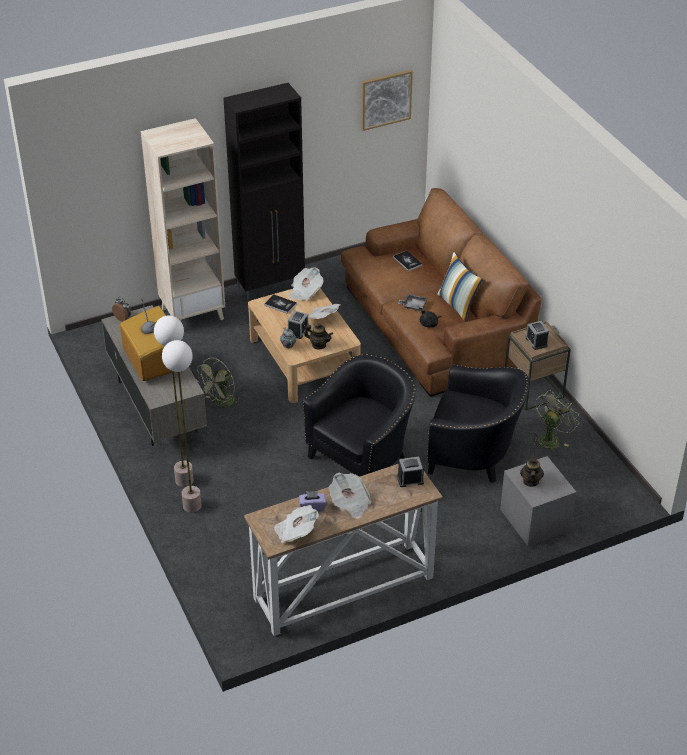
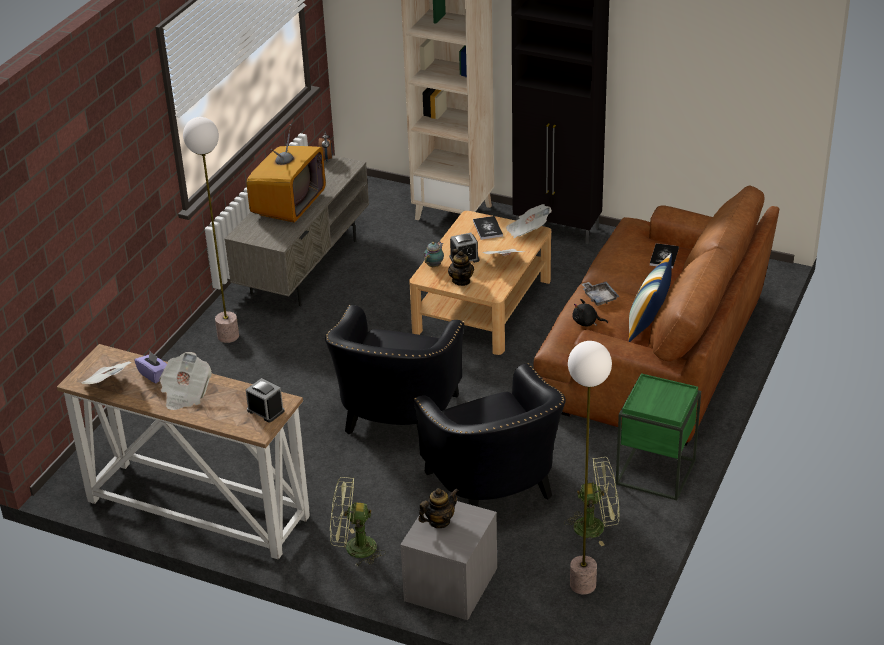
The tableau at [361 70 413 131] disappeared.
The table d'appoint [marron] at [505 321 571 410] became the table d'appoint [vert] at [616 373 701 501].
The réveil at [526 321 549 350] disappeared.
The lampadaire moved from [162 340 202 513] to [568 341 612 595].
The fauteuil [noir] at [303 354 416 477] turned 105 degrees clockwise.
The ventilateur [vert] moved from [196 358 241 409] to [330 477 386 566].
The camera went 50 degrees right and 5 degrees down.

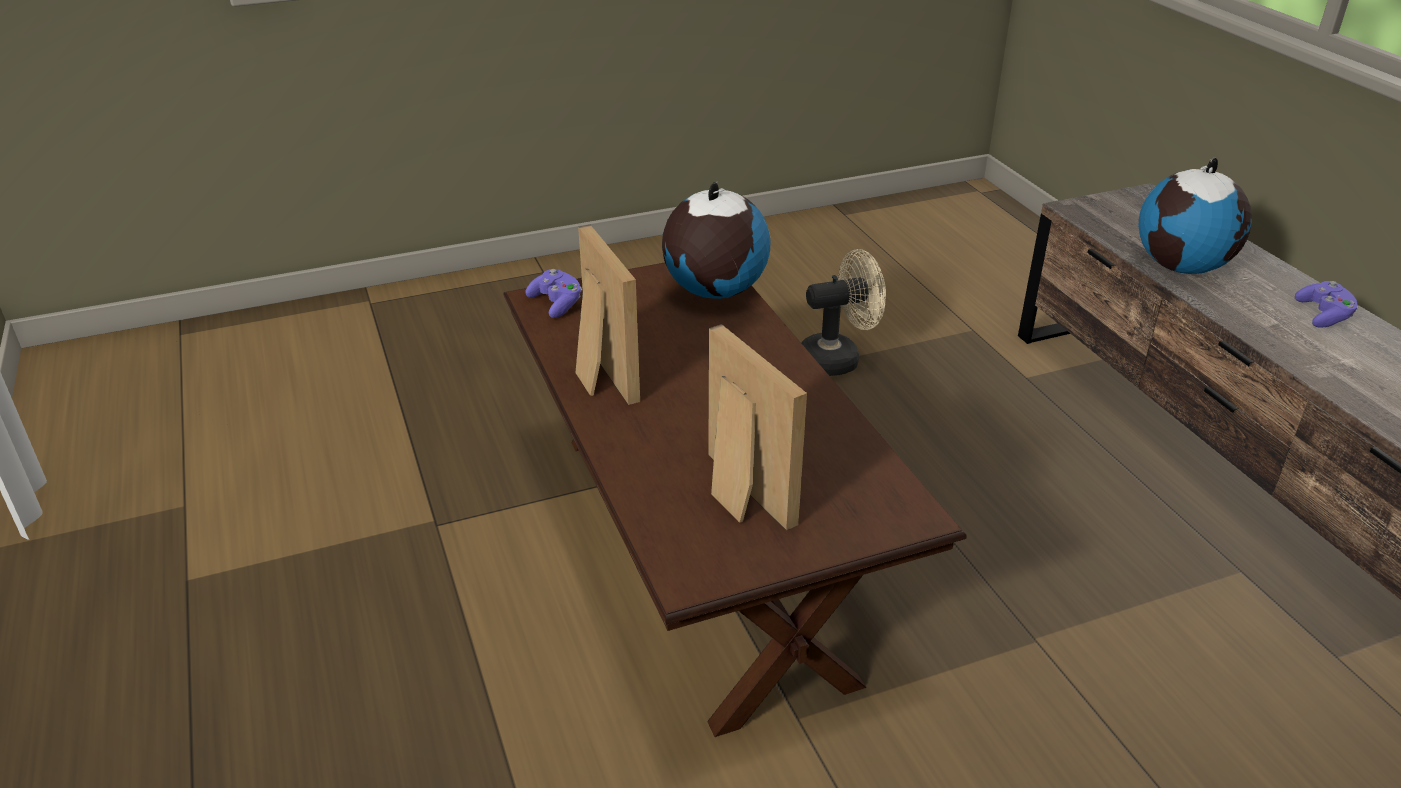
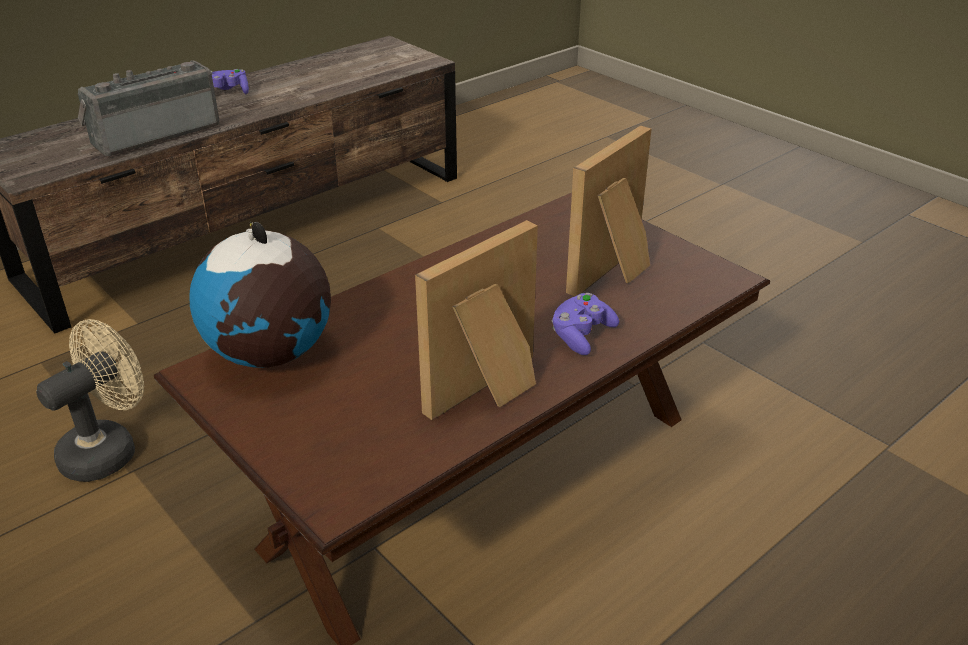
The globe at [1139 158 1252 274] was replaced by the radio at [78 60 220 156].
The ventilateur [beige] at [801 249 886 376] turned 75 degrees clockwise.
The manette [violet] moved from [525 269 582 318] to [551 293 619 355].
The camera went 110 degrees left and 0 degrees up.

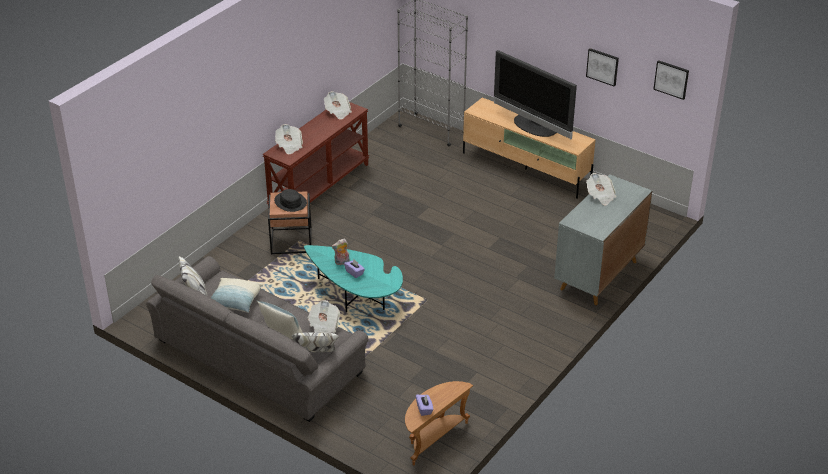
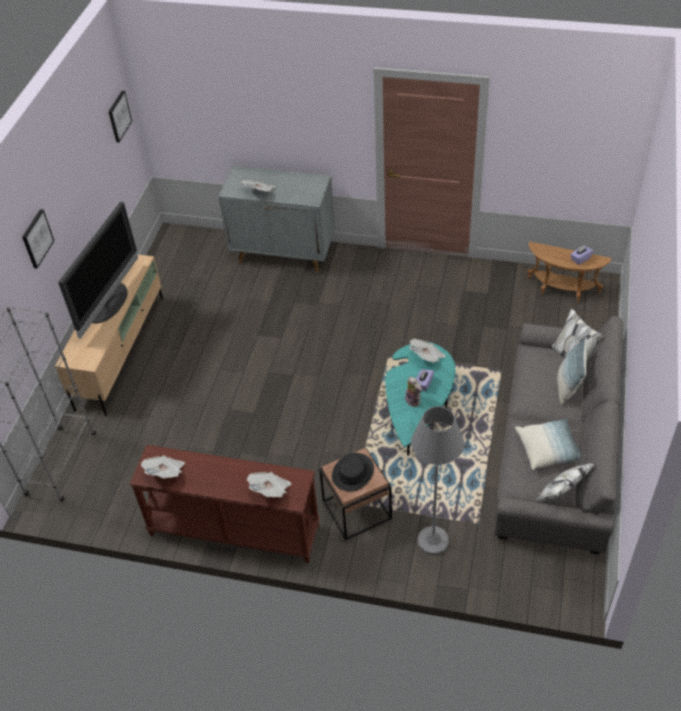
The tableau moved from [586 48 619 87] to [22 209 54 269].
The journal moved from [308 300 340 333] to [409 339 446 363].
The lampadaire [gris] at [411 406 464 555] appeared.
The camera went 110 degrees left and 10 degrees up.

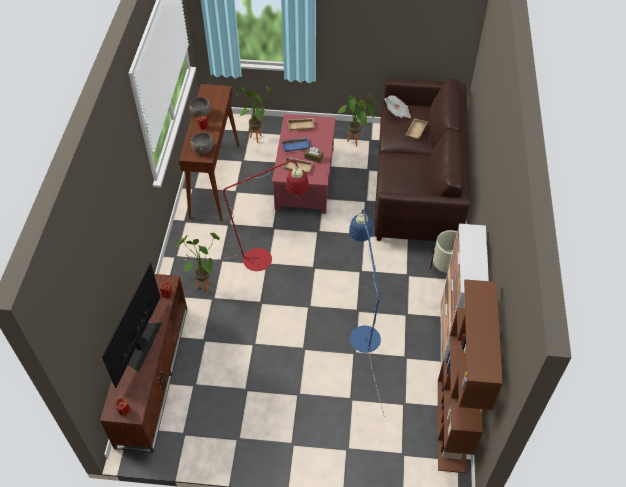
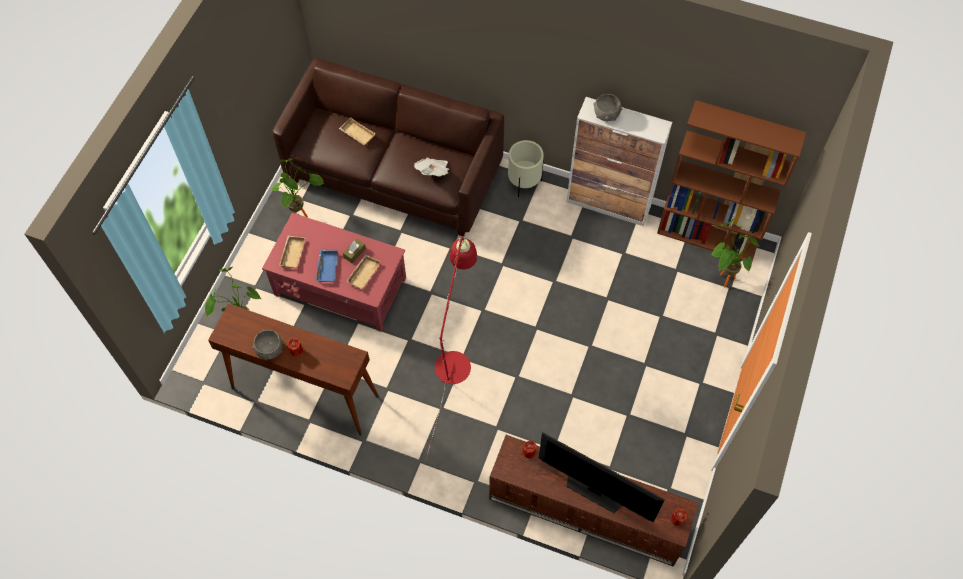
The journal moved from [385 95 411 118] to [414 158 449 176].
The bol [gris] moved from [190 132 214 154] to [593 94 622 121].
The lampadaire [bleu] at [349 209 385 418] disappeared.
The plante en pot moved from [176 232 220 294] to [711 219 759 287].
The camera went 75 degrees left and 10 degrees up.

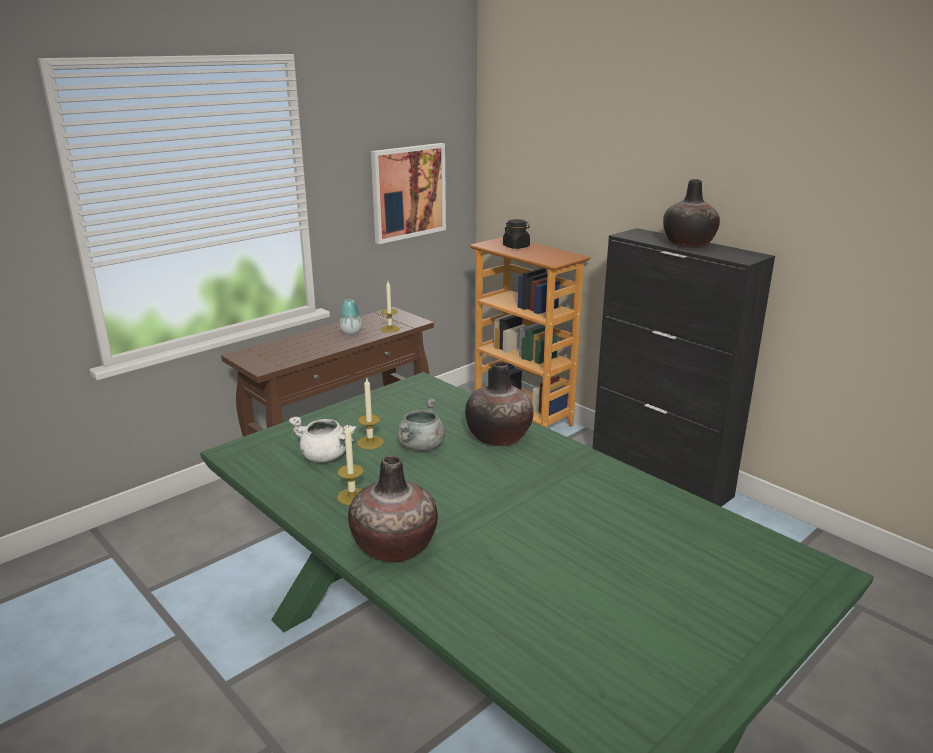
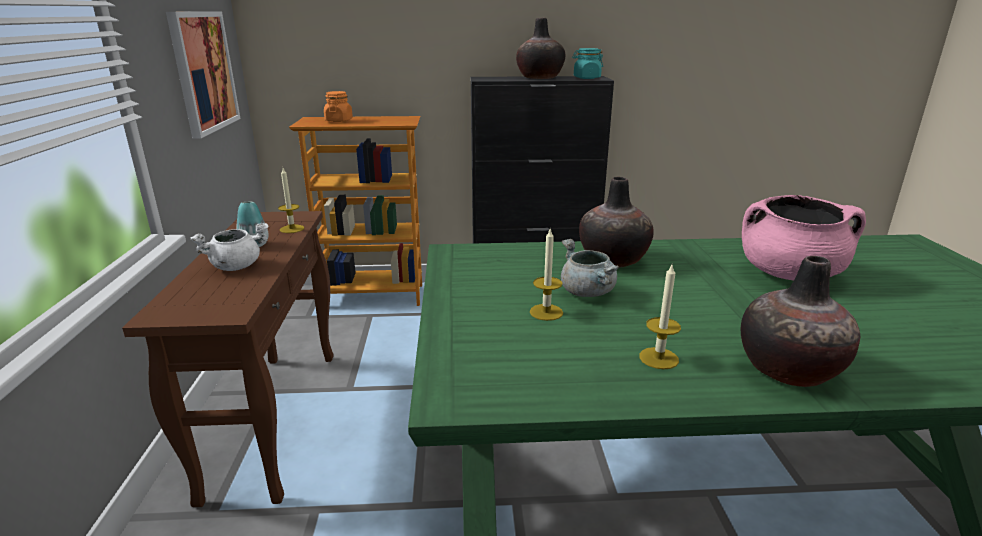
The bocal [noir] at [503 219 530 249] became the bocal [orange] at [324 91 353 122].
The marmite [blanc] moved from [288 416 356 462] to [191 223 269 271].
The bocal [turquoise] at [572 48 603 79] appeared.
The marmite [rose] at [742 195 866 281] appeared.
The camera went 50 degrees left and 0 degrees up.

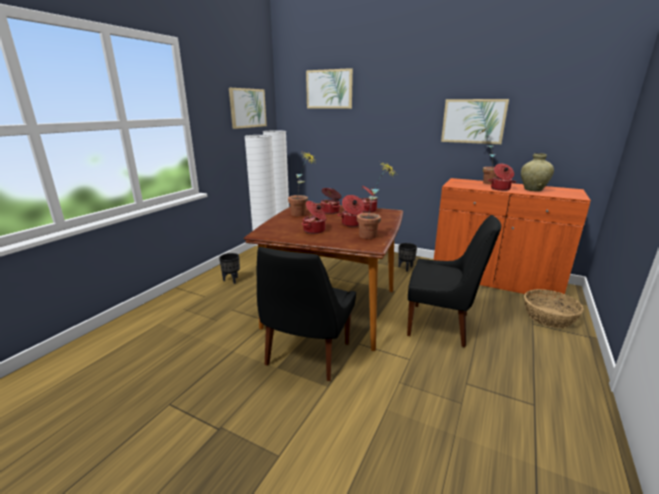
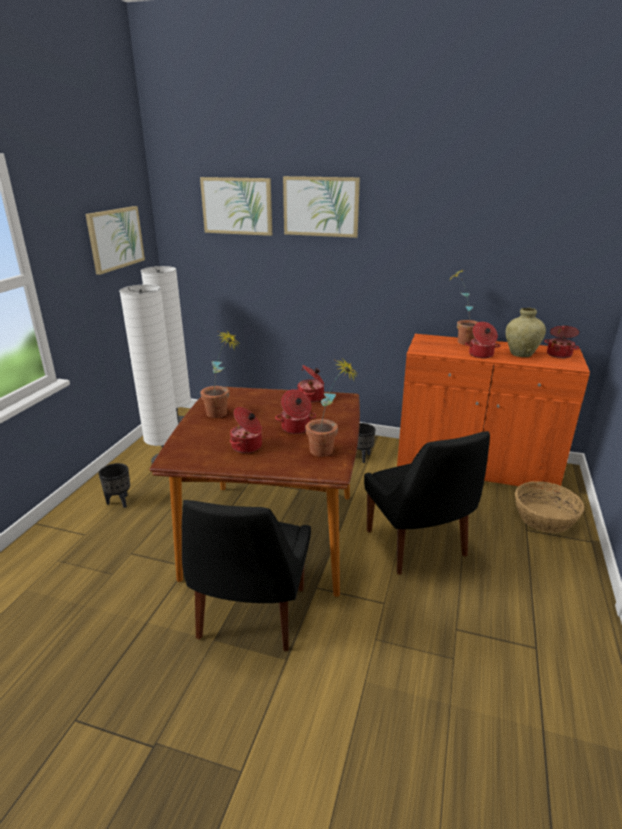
The tableau moved from [441 99 509 144] to [283 176 360 238].
The marmite moved from [321 188 341 214] to [544 325 579 358].
The chaise [noir] at [407 215 501 348] turned 60 degrees clockwise.
The camera went 10 degrees left and 5 degrees up.

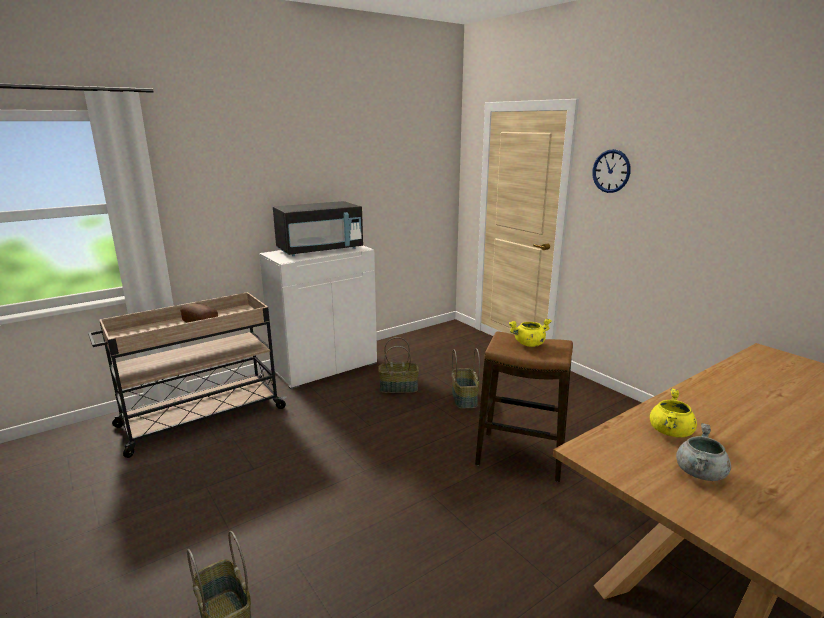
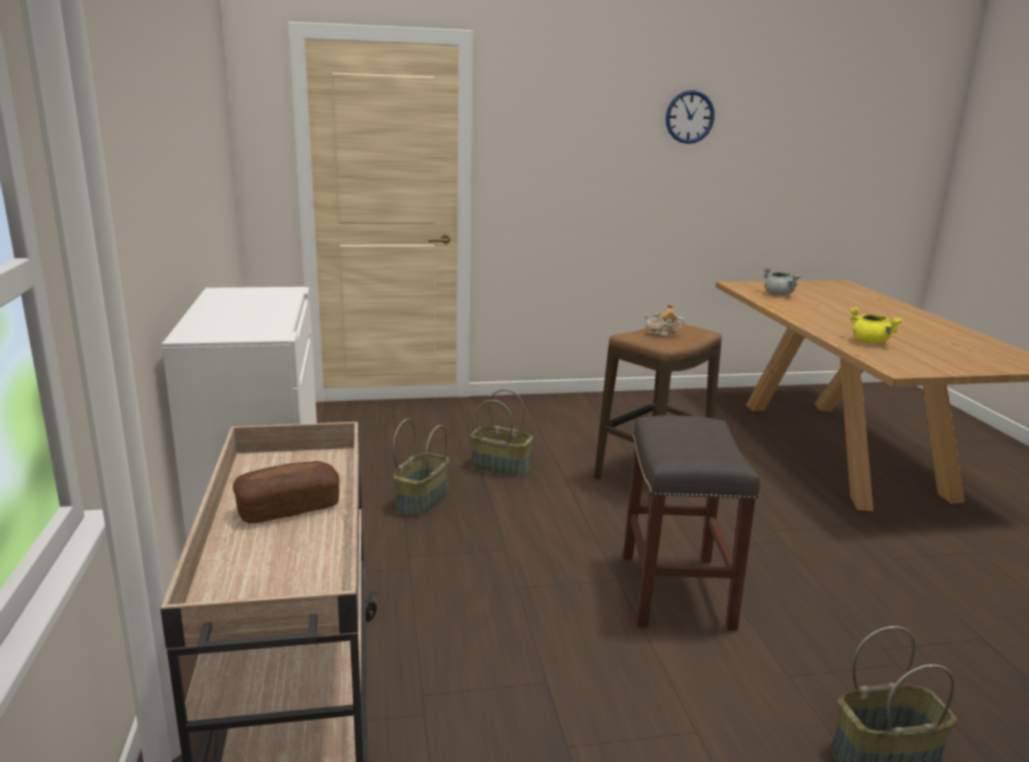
The horloge murale moved from [592 149 631 193] to [666 90 715 144].
The micro-ondes [noir] at [273 201 363 256] disappeared.
The marmite [jaune] at [509 319 552 347] was replaced by the théière at [644 303 684 337].
The marmite [gris] moved from [676 423 731 481] to [763 267 801 296].
The tabouret [gris] at [623 415 760 631] appeared.
The camera went 65 degrees left and 0 degrees up.

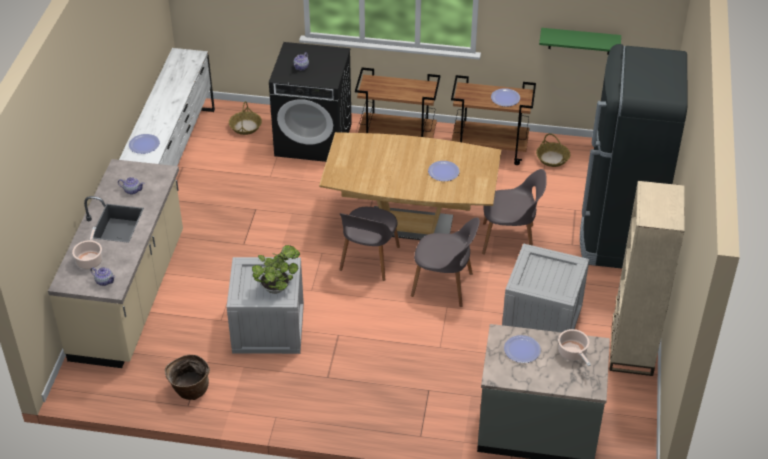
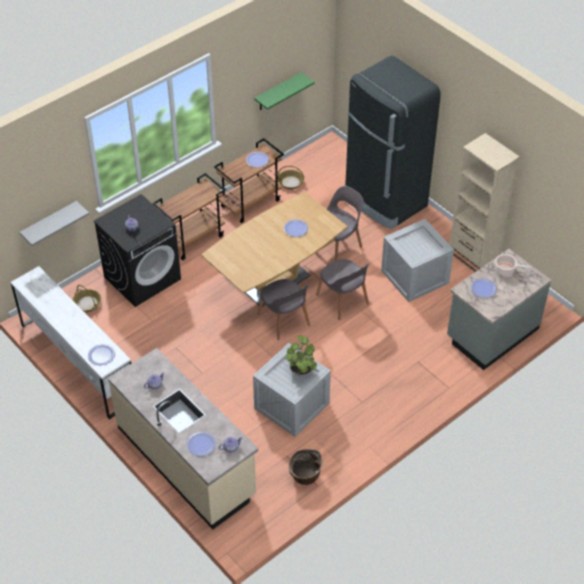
The chaise [gris] at [411 217 480 307] turned 90 degrees clockwise.
The marmite at [72 227 102 269] was replaced by the assiette at [187 432 216 456].
The étagère [gris] at [19 201 89 246] appeared.
The camera went 50 degrees left and 5 degrees up.

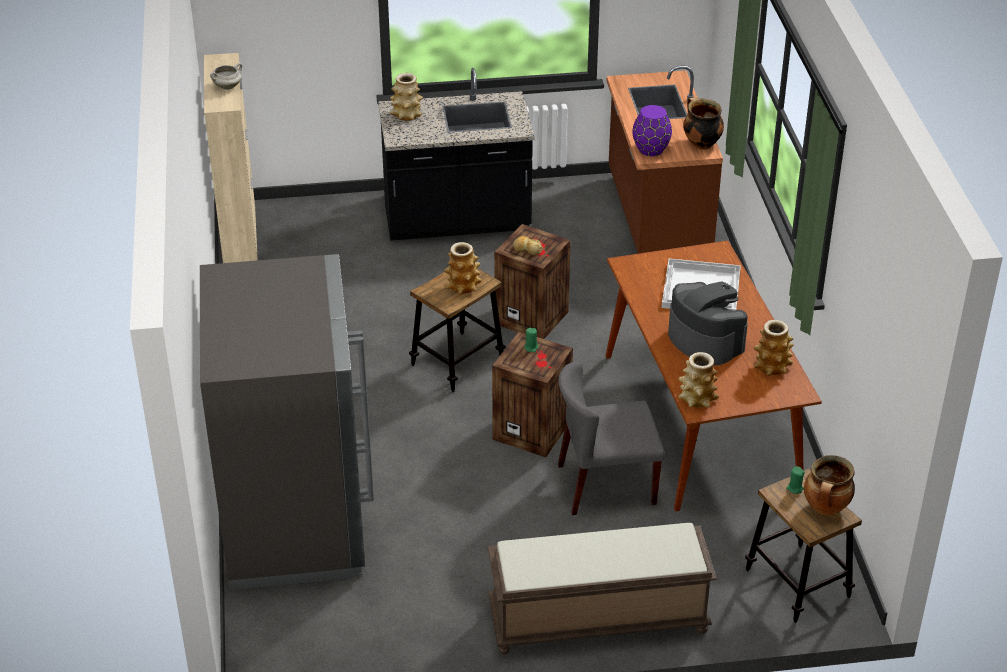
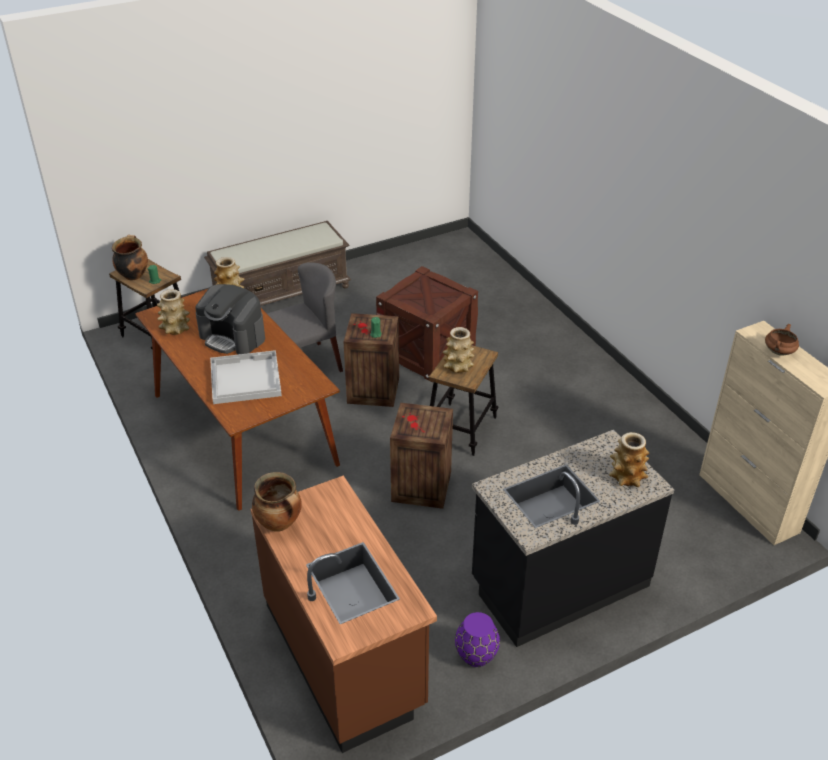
The marmite [blanc] at [210 63 242 90] became the marmite [marron] at [765 324 799 356].
The vase [violet] moved from [633 105 672 156] to [455 612 500 667].
The pain at [513 236 543 255] disappeared.
The réfrigérateur [gris] at [200 254 374 590] disappeared.
The caisse at [376 266 478 380] appeared.
The camera went 160 degrees right and 0 degrees up.

